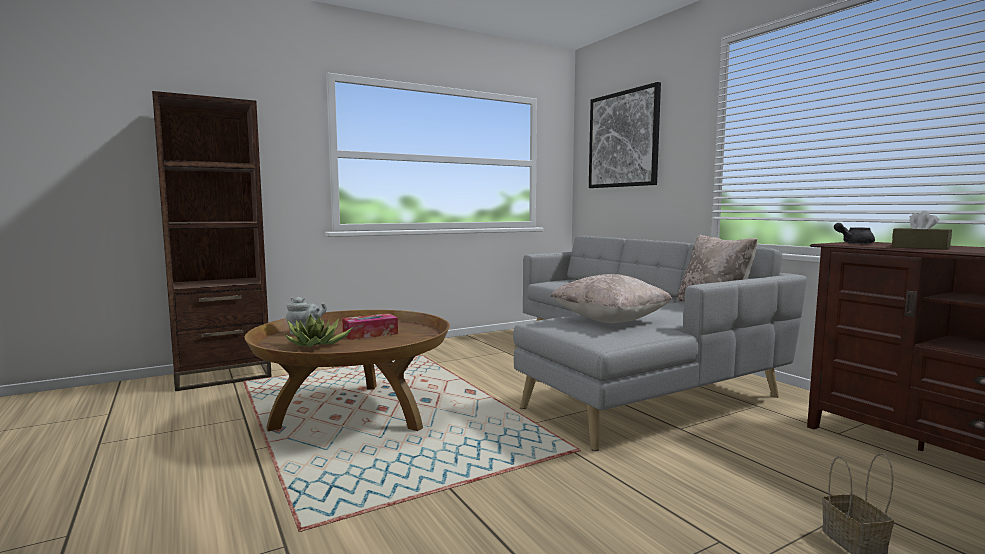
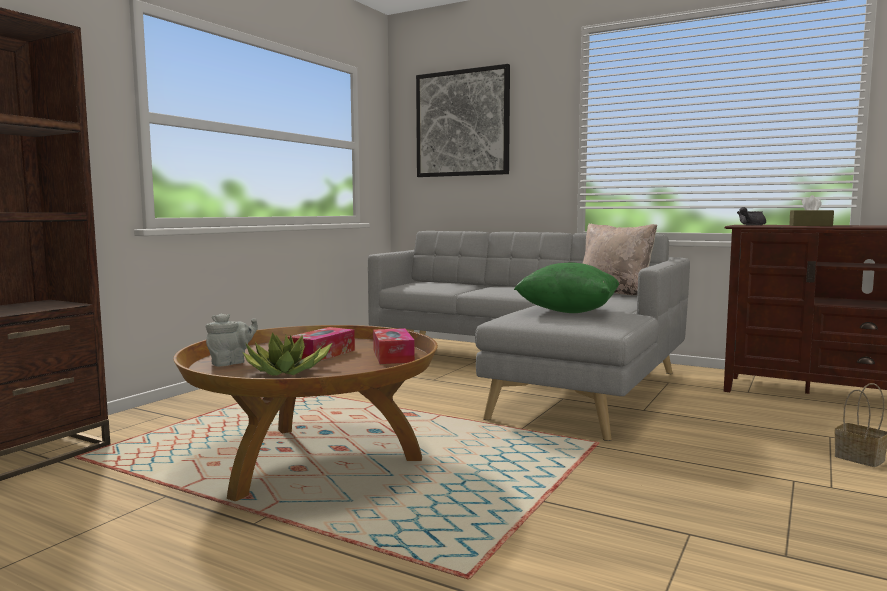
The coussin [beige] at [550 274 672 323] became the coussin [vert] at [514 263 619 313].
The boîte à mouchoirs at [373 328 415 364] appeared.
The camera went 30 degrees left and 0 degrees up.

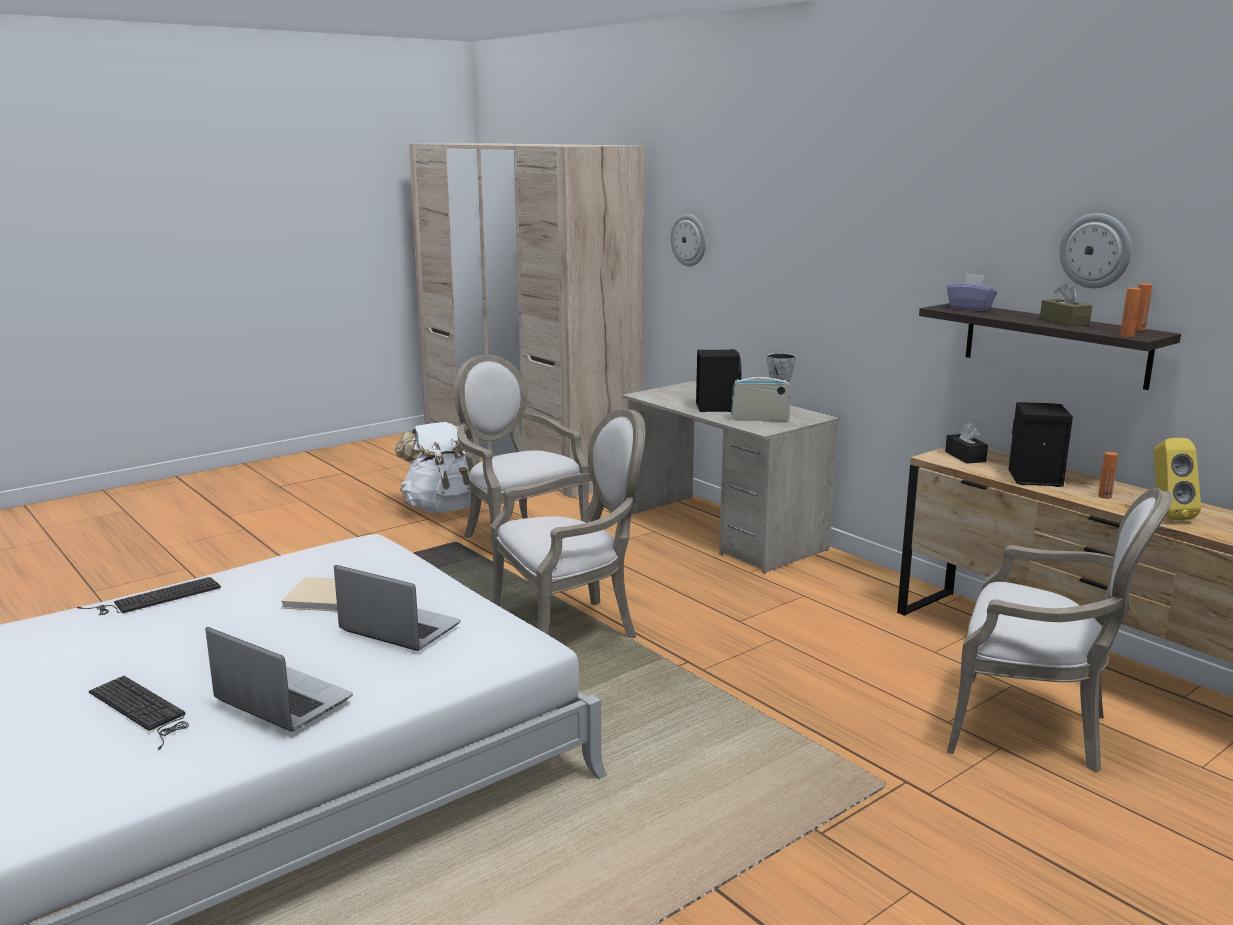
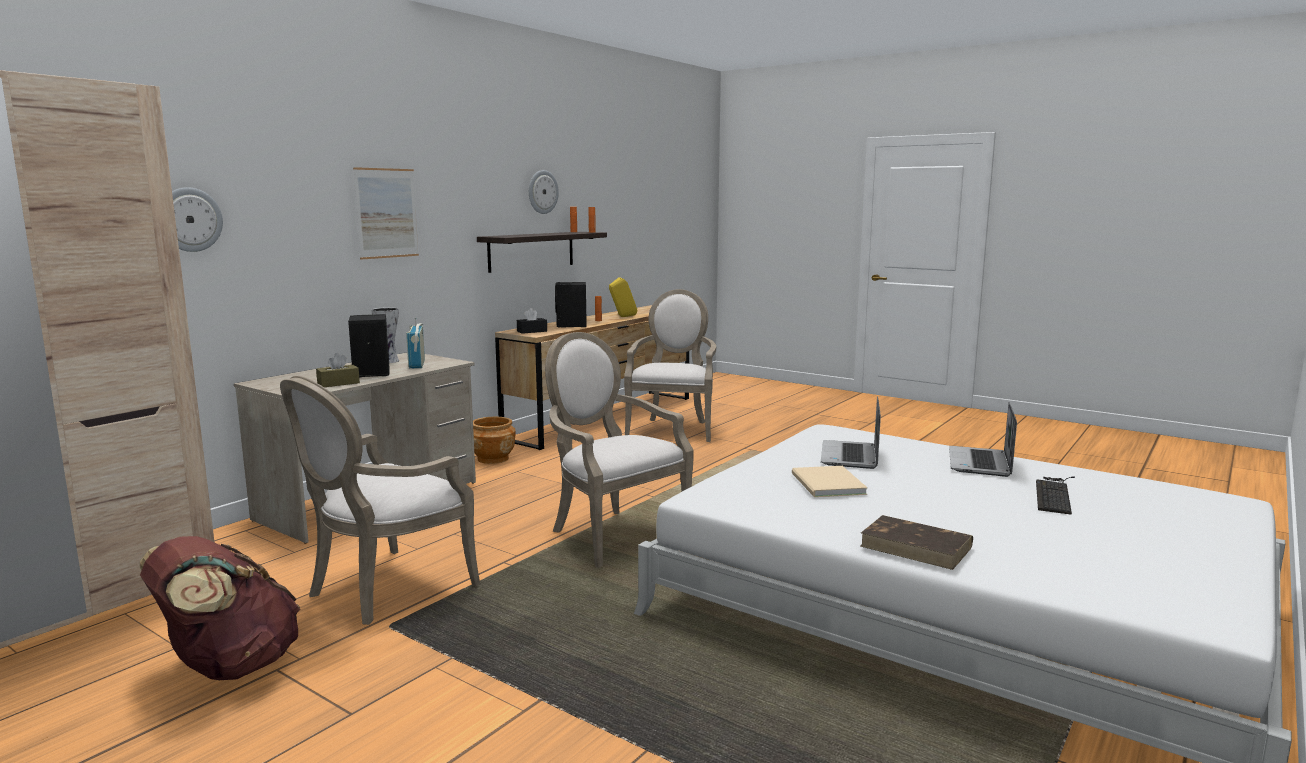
The boîte à mouchoirs [violet] at [947 273 997 311] disappeared.
The boîte à mouchoirs [marron] moved from [1040 283 1092 326] to [316 353 360 387].
The sac à dos [blanc] at [395 422 471 513] became the sac à dos [marron] at [140 536 301 680].
The clavier at [77 577 221 615] was replaced by the livre [marron] at [860 515 973 570].
The tableau at [353 167 419 260] appeared.
The cache-pot [marron] at [473 417 516 464] appeared.
The camera went 105 degrees left and 5 degrees down.

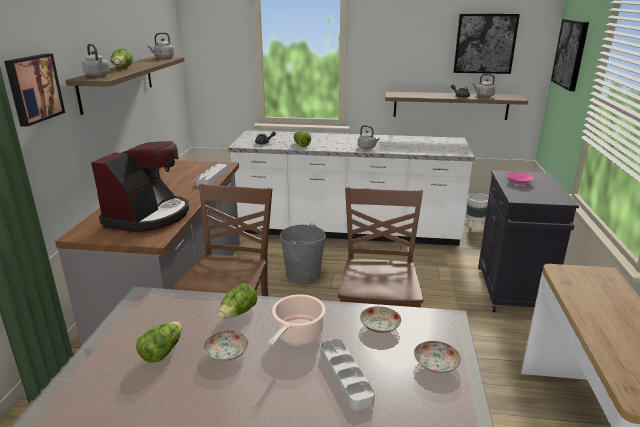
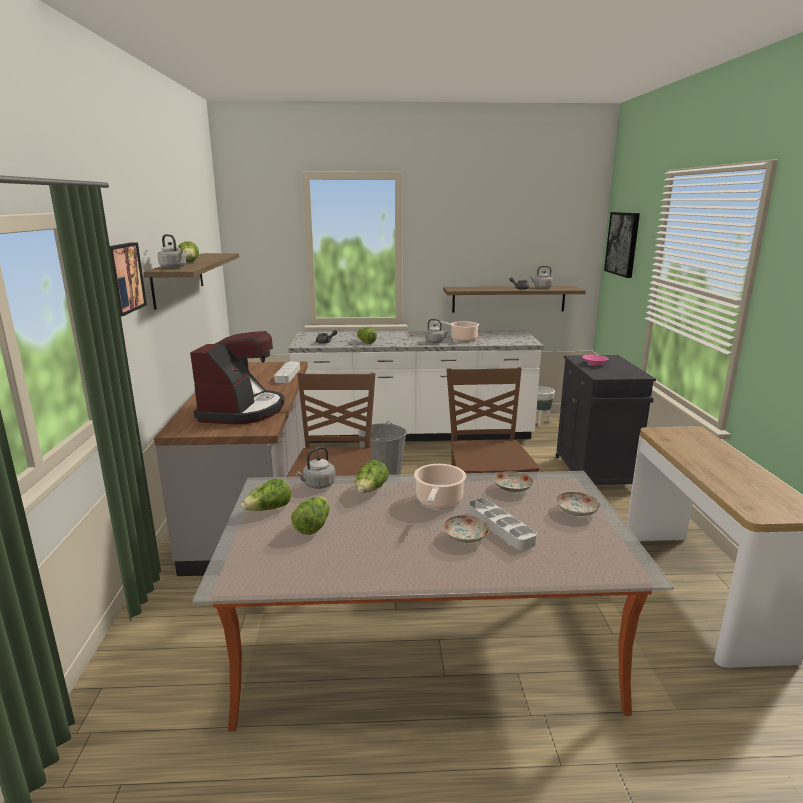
The tableau at [453 13 520 74] disappeared.
The bouilloire [gris] moved from [147 33 174 59] to [295 446 336 489].
The assiette moved from [203 331 249 361] to [443 515 490 543].
The marmite at [434 321 479 342] appeared.
The laitue at [241 478 291 511] appeared.
The camera went 10 degrees left and 5 degrees down.

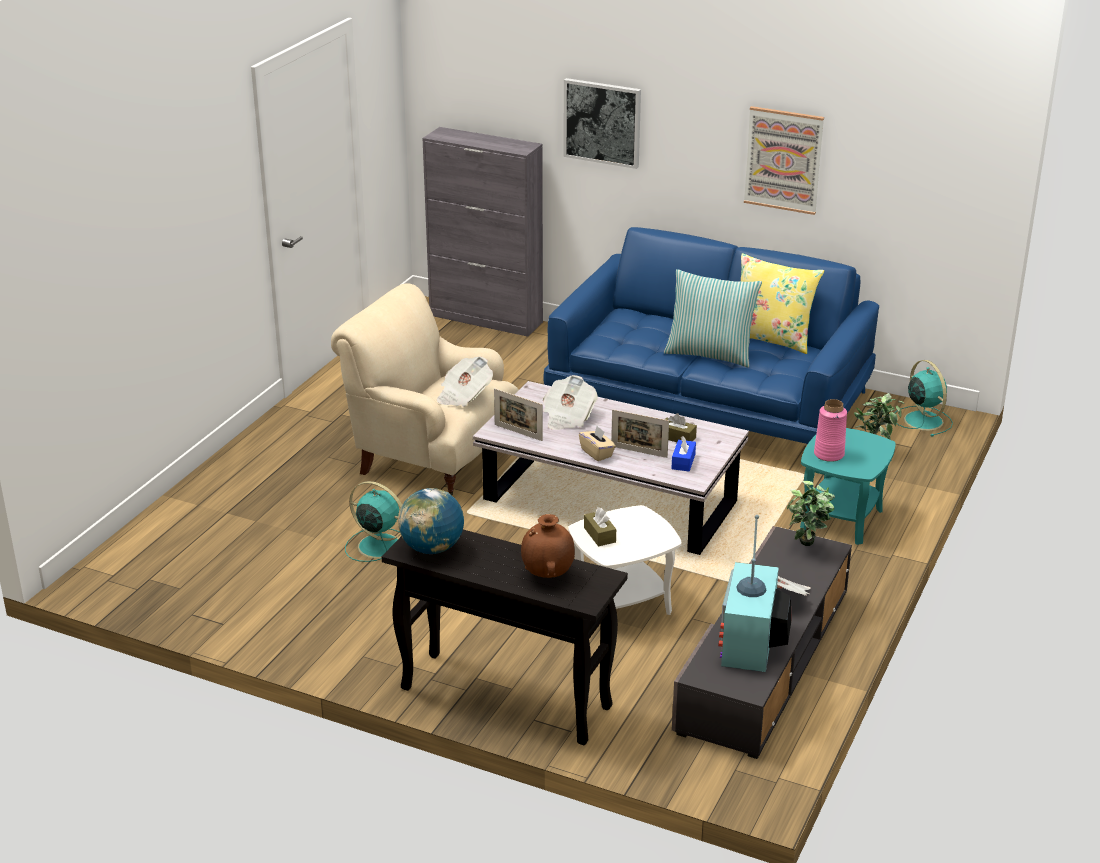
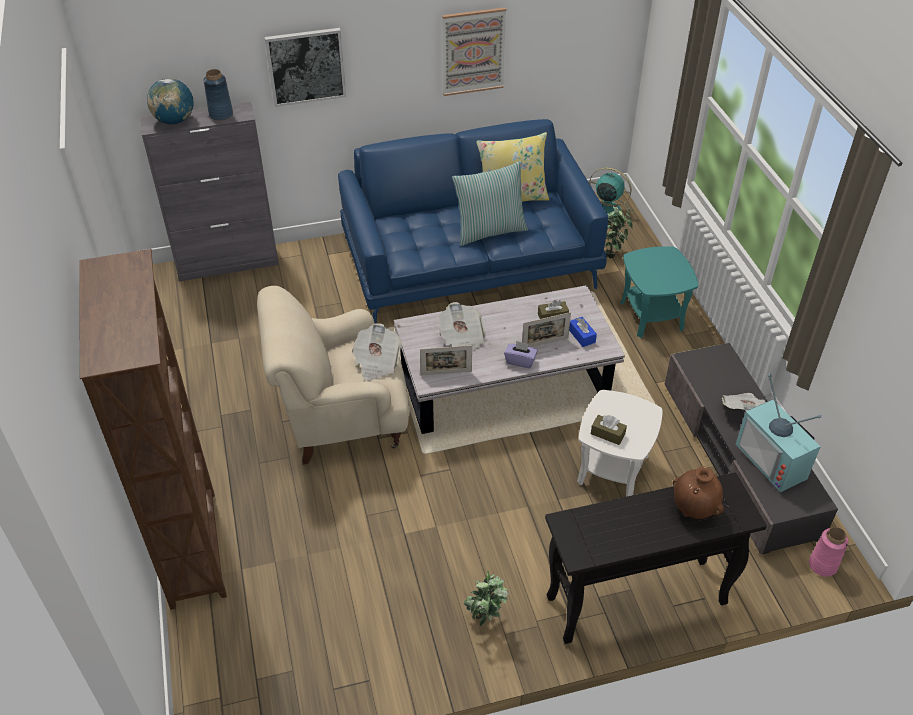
The vase [rose] moved from [814 399 847 462] to [809 527 849 577].
The boîte à mouchoirs [beige] at [579 426 616 461] became the boîte à mouchoirs [violet] at [504 341 538 368].
The ventilateur [turquoise] at [345 481 402 562] disappeared.
The plante en pot moved from [787 481 835 546] to [464 570 509 626].
The globe moved from [398 488 464 554] to [147 78 194 124].
The vase [bleu] at [203 69 233 121] appeared.
The bibliothèque [marron] at [79 249 227 610] appeared.
The camera went 40 degrees left and 15 degrees up.

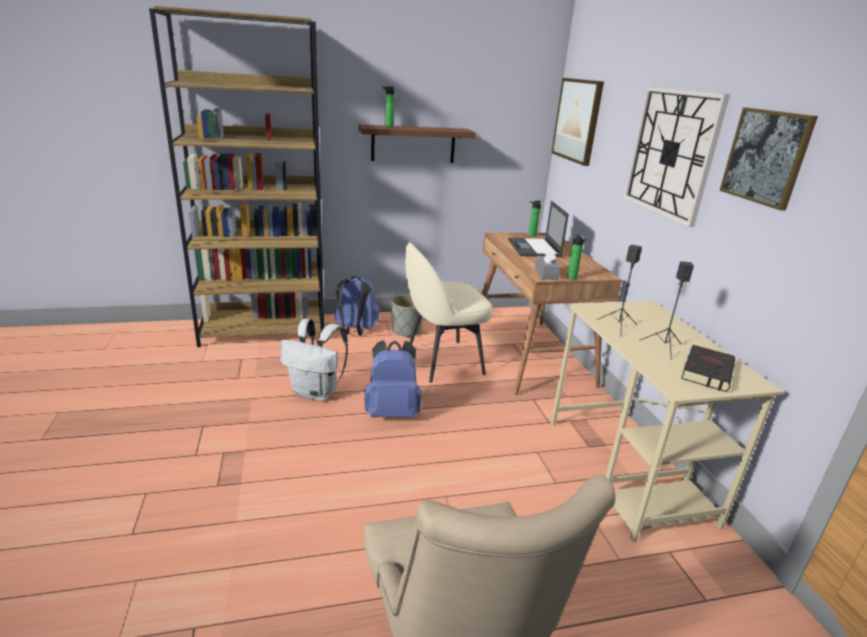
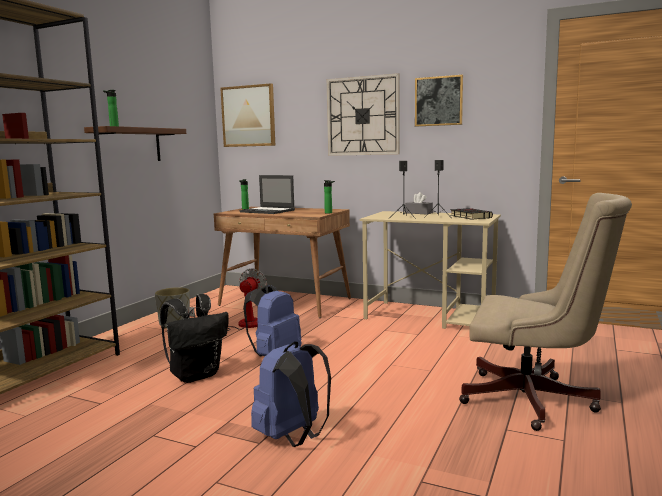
The chaise [beige] at [405 243 493 383] was replaced by the ventilateur at [188 268 267 331].
The boîte à mouchoirs [gris] moved from [535 248 560 280] to [405 192 433 215].
The sac à dos [bleu] moved from [335 276 379 336] to [251 341 331 447].
The sac à dos [blanc] at [280 319 348 401] became the sac à dos [noir] at [160 294 229 383].
The camera went 50 degrees left and 15 degrees down.

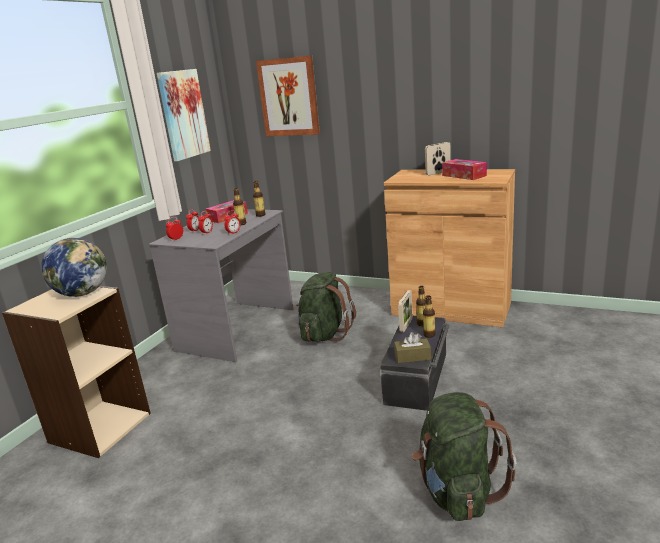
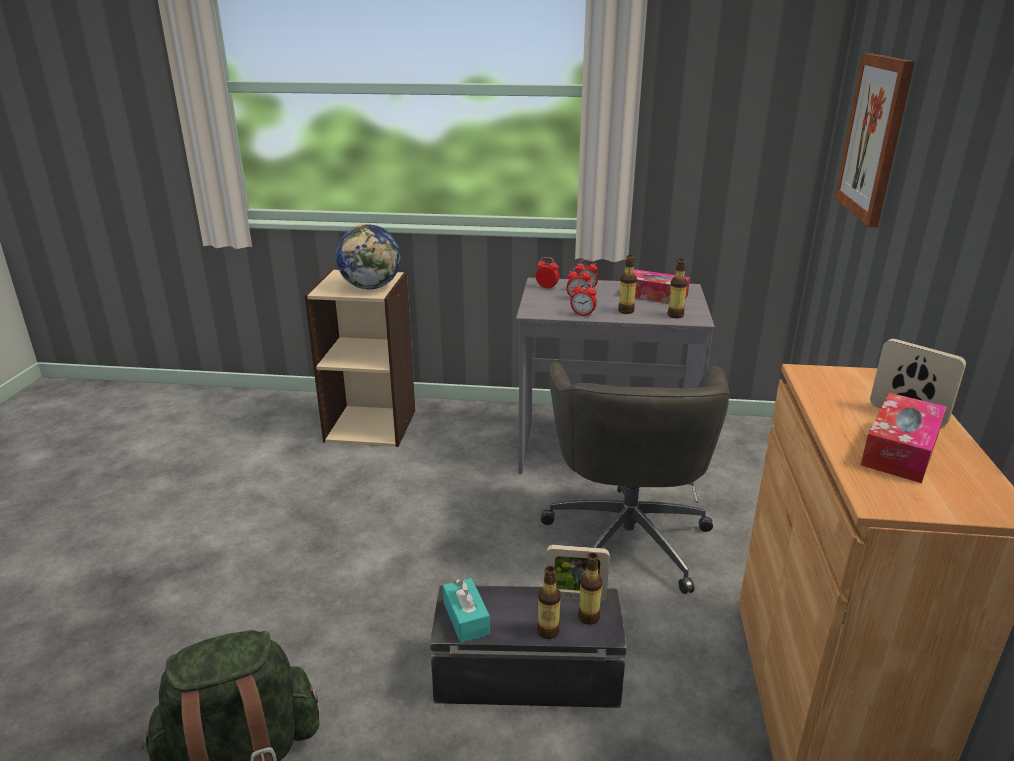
The tableau at [157 69 211 161] disappeared.
The sac à dos [vert] at [296 272 356 342] was replaced by the chaise de bureau [gris] at [541 362 731 594].
The boîte à mouchoirs [marron] at [394 332 431 363] became the boîte à mouchoirs [turquoise] at [443 578 490 643].
The camera went 70 degrees right and 5 degrees up.

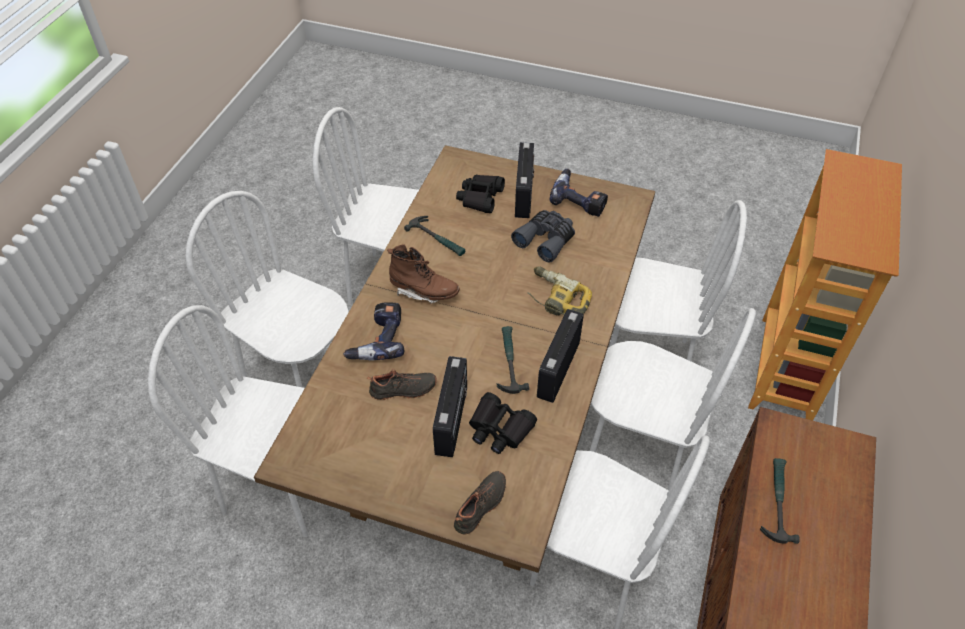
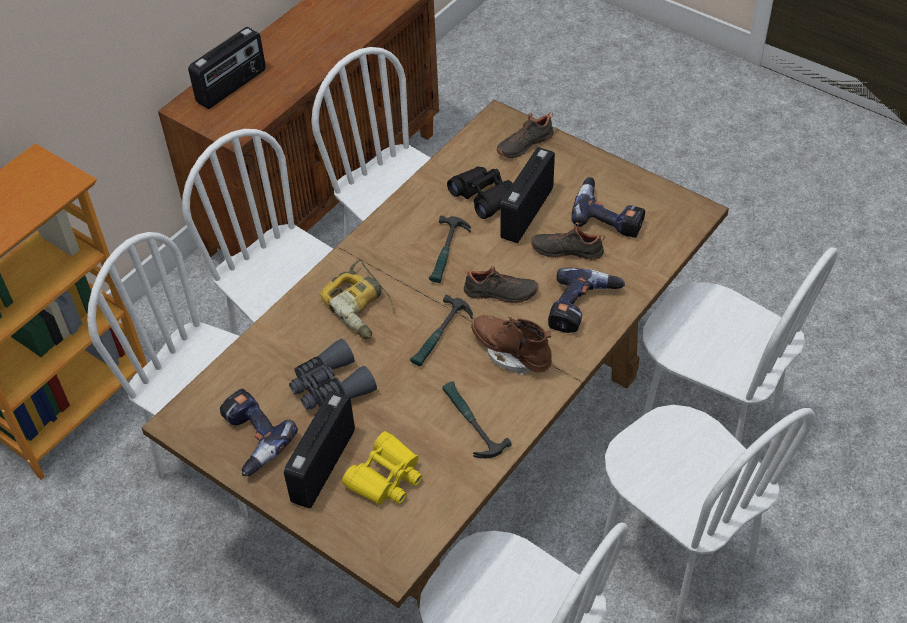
The jumelles [noir] at [456 175 505 213] became the jumelles [jaune] at [342 431 422 505].
The radio moved from [537 309 584 403] to [188 27 266 109].
The marteau moved from [760 458 800 544] to [410 295 473 366].
The perceuse at [571 177 645 238] appeared.
The chaussure [noir] at [463 265 539 304] appeared.
The camera went 160 degrees left and 0 degrees up.

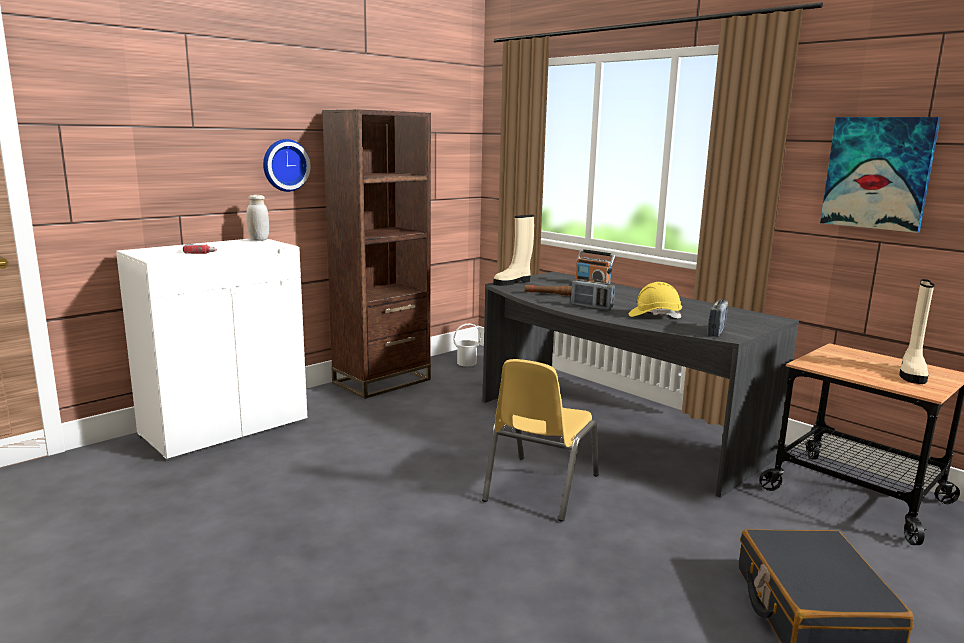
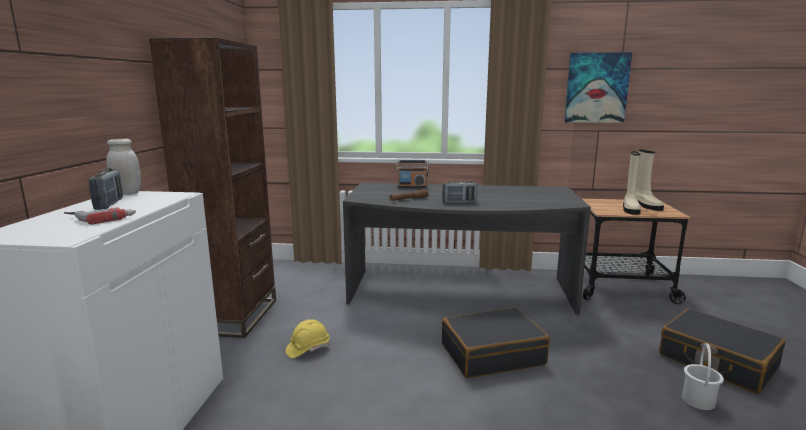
The horloge murale at [263 139 310 192] disappeared.
The botte [beige] moved from [493 215 534 286] to [623 151 641 215].
The casque de chantier [jaune] moved from [629 282 682 318] to [286 319 330 358].
The radio moved from [708 299 728 337] to [89 168 123 210].
The seau [blanc] moved from [453 323 481 366] to [682 343 724 410].
The chaise [jaune] at [482 359 599 522] was replaced by the valise [noir] at [442 308 550 378].
The camera went 40 degrees left and 0 degrees up.

